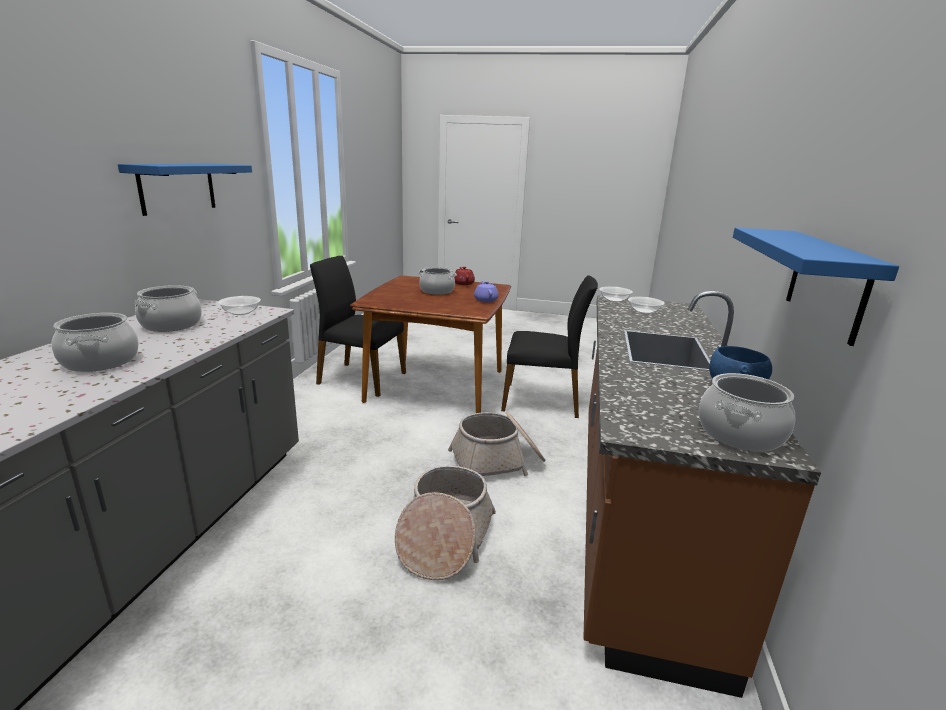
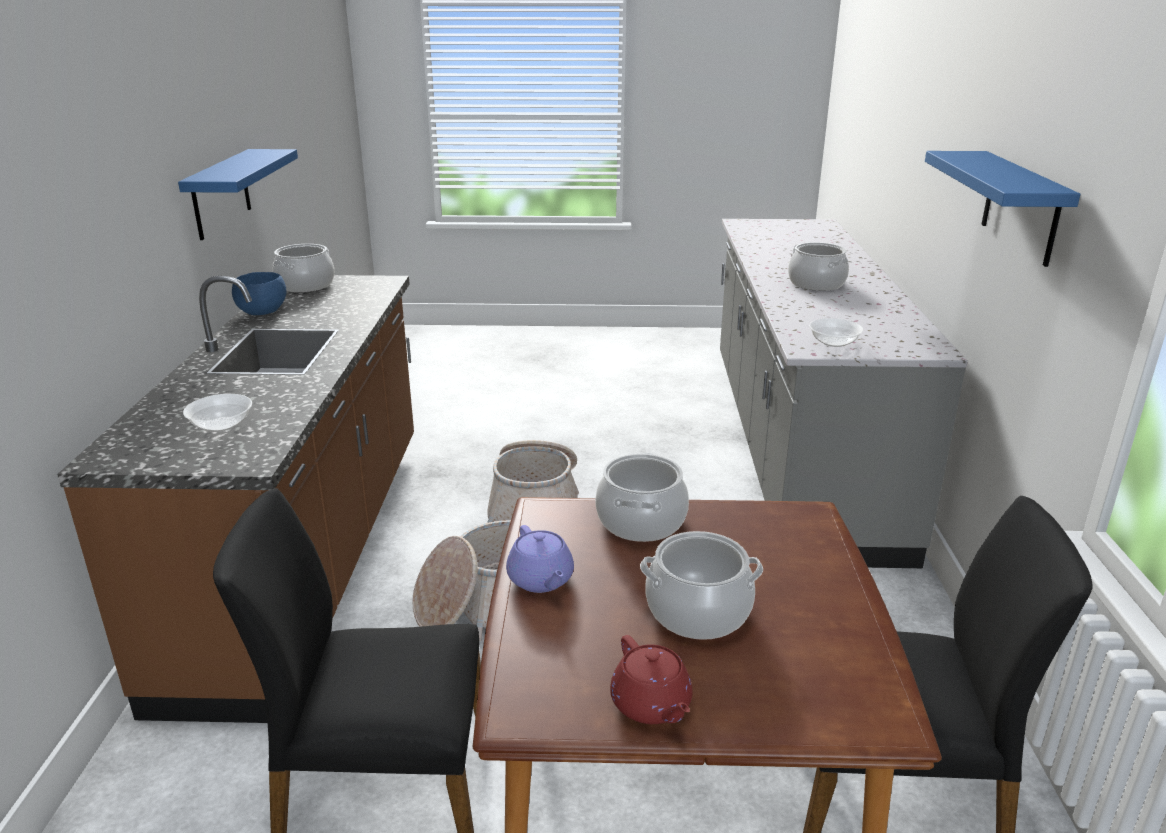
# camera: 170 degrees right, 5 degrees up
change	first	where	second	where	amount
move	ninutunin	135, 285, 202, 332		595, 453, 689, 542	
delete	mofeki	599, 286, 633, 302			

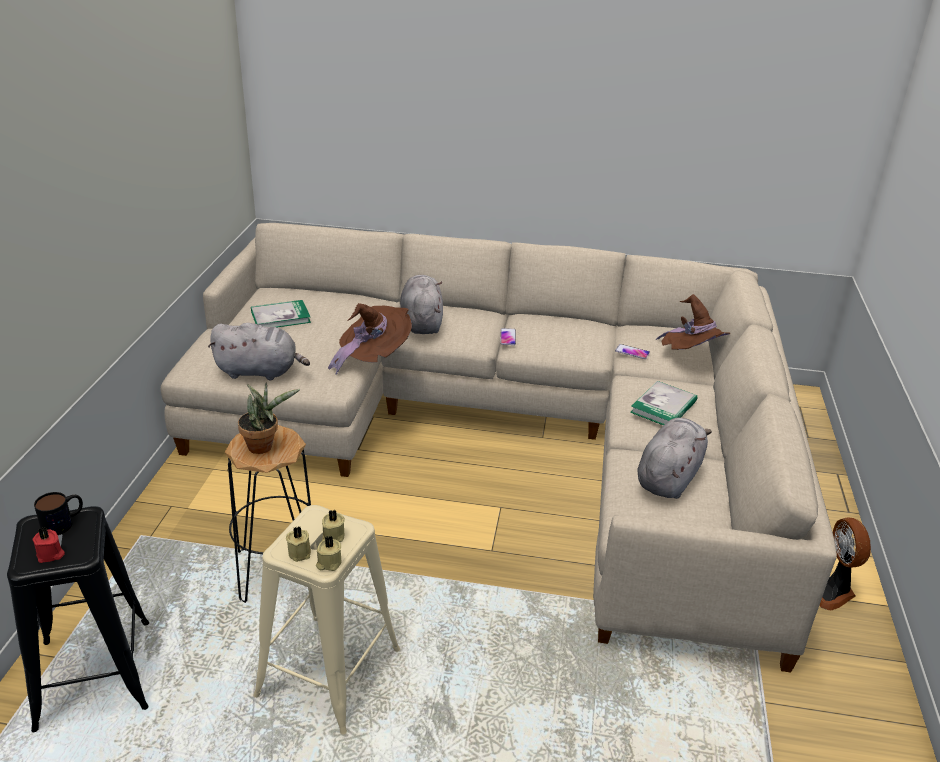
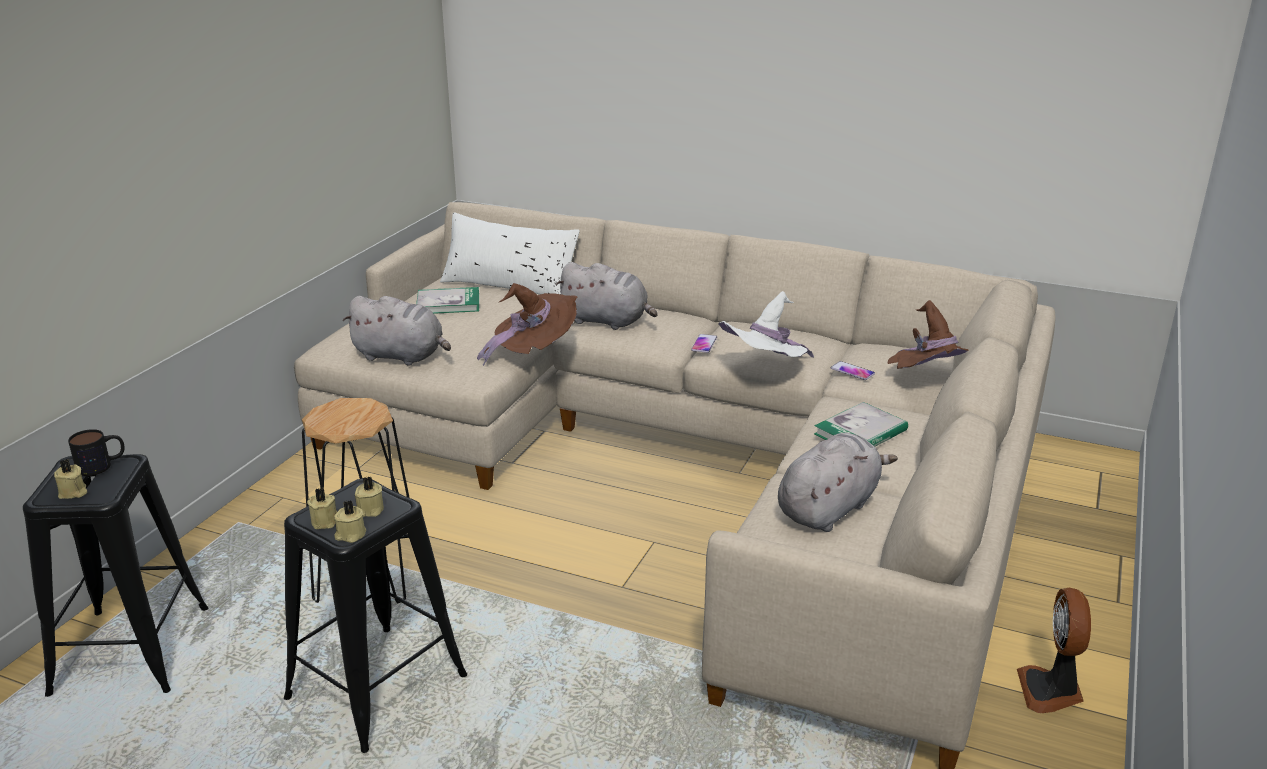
# camera: 15 degrees right, 5 degrees down
change	first	where	second	where	amount
rotate	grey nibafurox	400, 275, 443, 334		556, 262, 658, 330	105 degrees clockwise
delete	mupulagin	238, 382, 300, 454			
recolor	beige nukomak	253, 505, 400, 735	black nukomak	284, 478, 467, 753	
recolor	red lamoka	33, 527, 65, 563	beige lamoka	54, 459, 87, 499	
insert			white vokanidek	440, 212, 580, 294	
insert			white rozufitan	718, 291, 814, 358	

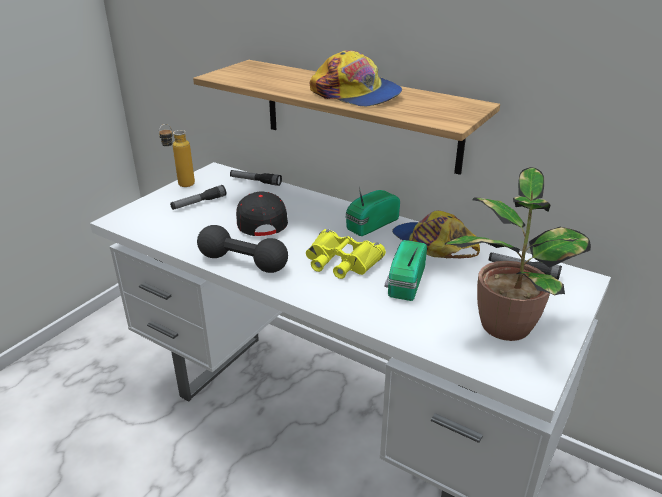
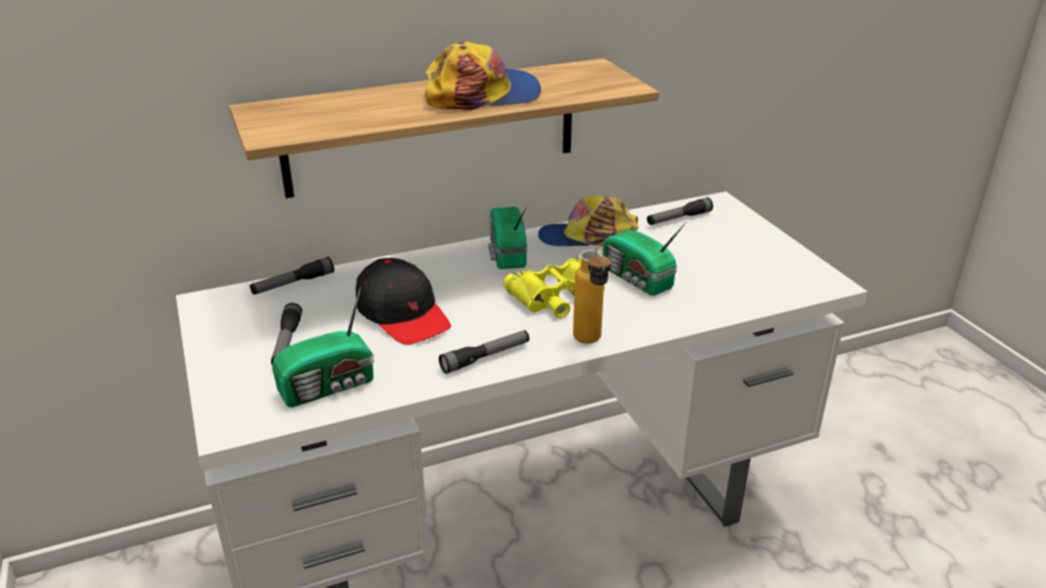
# camera: 55 degrees left, 0 degrees up
change	first	where	second	where	amount
move	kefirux	159, 124, 195, 187		573, 247, 611, 344	
delete	mupulagin	445, 167, 591, 341			
rotate	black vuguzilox	236, 191, 288, 236		356, 258, 451, 345	150 degrees counterclockwise
replace	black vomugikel	197, 225, 288, 273	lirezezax	439, 330, 529, 374	
insert			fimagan	272, 286, 374, 407	

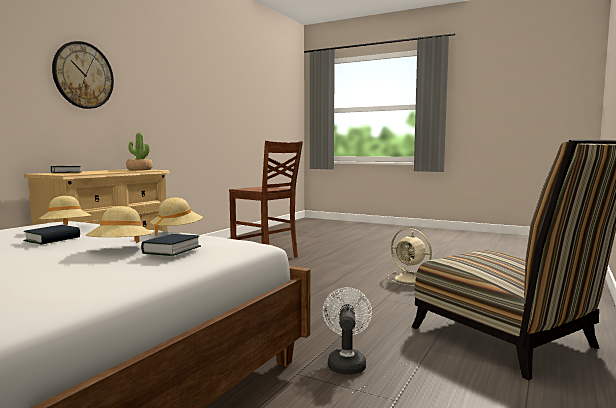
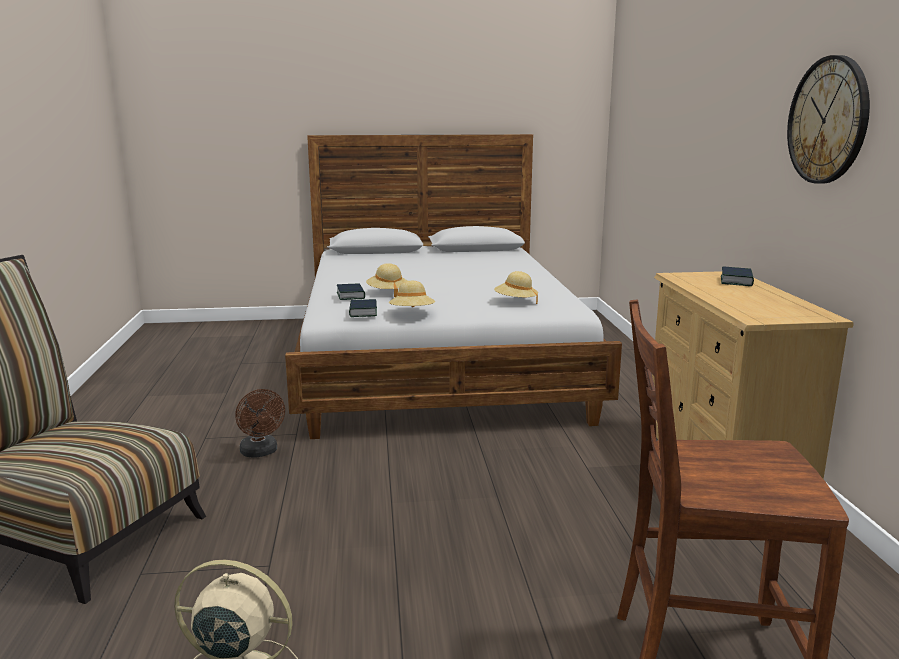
# camera: 145 degrees right, 10 degrees up
change	first	where	second	where	amount
delete	mupulagin	126, 133, 153, 170			
move	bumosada	23, 225, 80, 245		349, 299, 377, 317	
recolor	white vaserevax	323, 287, 372, 374	brown vaserevax	235, 389, 285, 458	

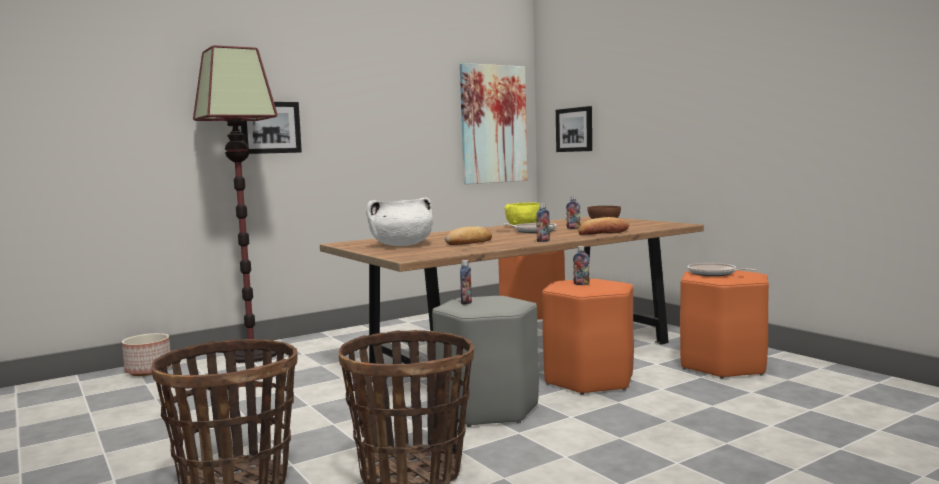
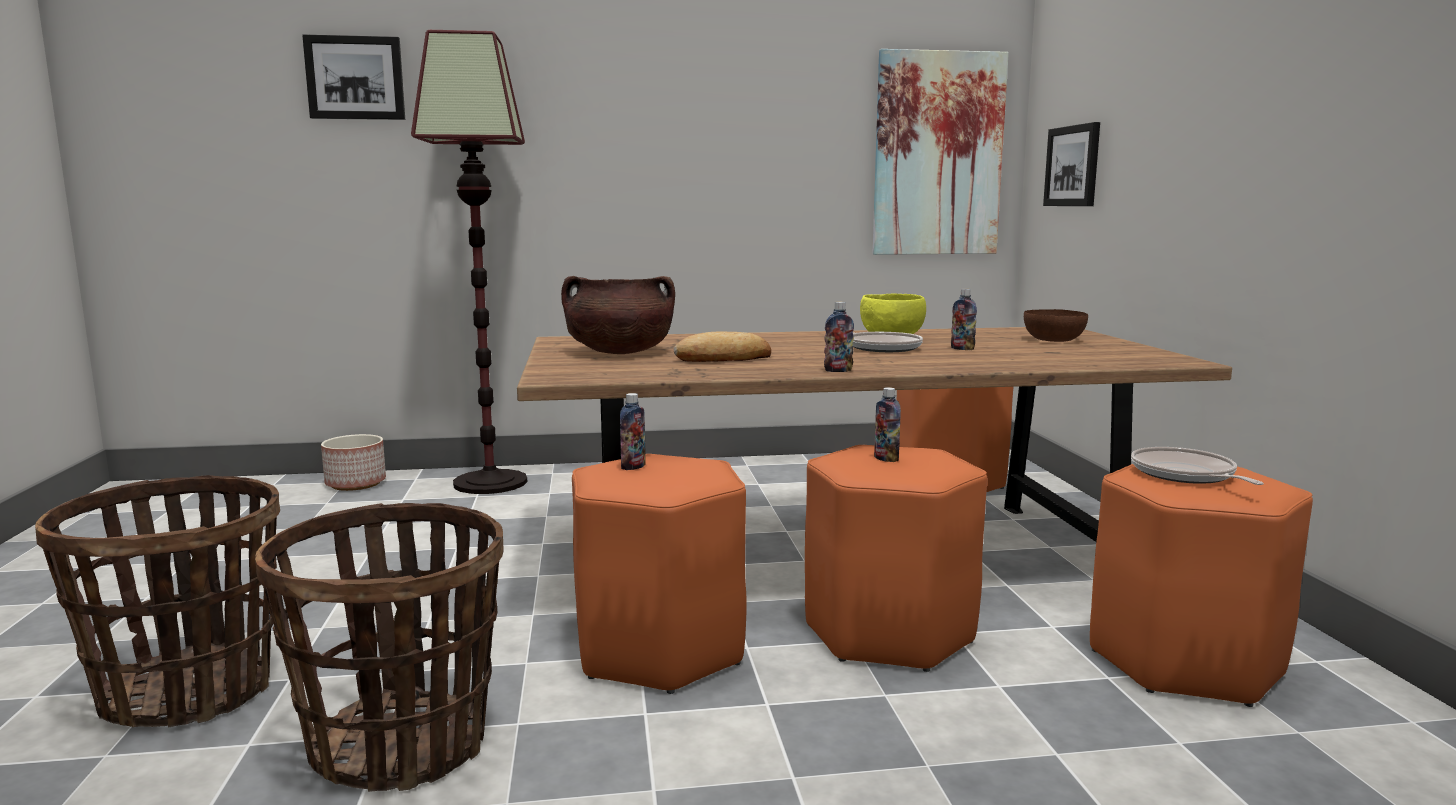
# camera: 25 degrees right, 5 degrees up
change	first	where	second	where	amount
move	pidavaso	241, 102, 302, 154		302, 34, 405, 120	
recolor	white ninutunin	366, 197, 433, 246	brown ninutunin	561, 276, 675, 354	
delete	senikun	578, 217, 629, 235			
recolor	grey nukomak	432, 296, 539, 427	orange nukomak	572, 454, 747, 694	

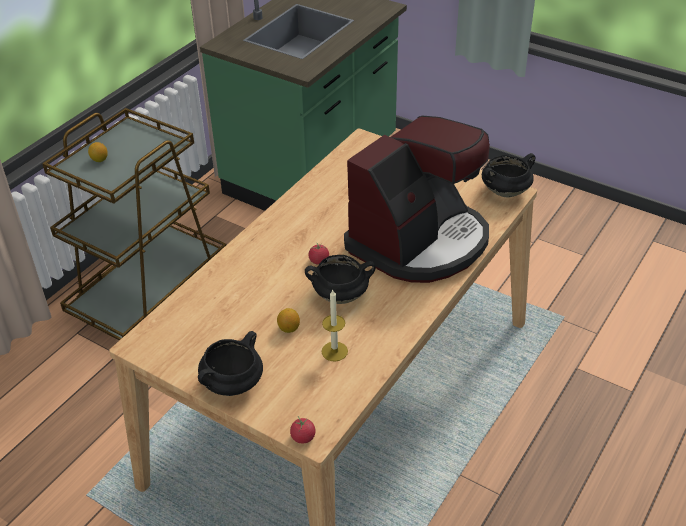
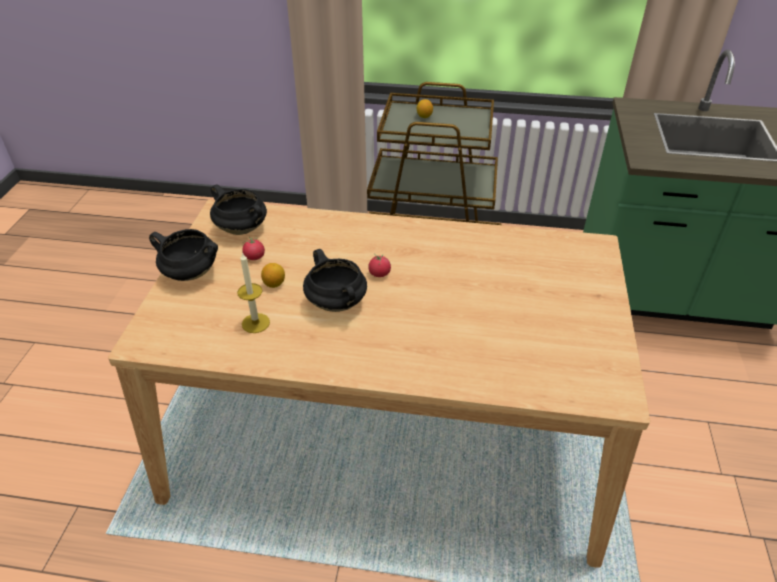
# camera: 65 degrees right, 0 degrees up
change	first	where	second	where	amount
delete	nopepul	344, 116, 490, 283			
move	black ninutunin	482, 153, 536, 197		210, 185, 267, 235	
move	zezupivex	290, 416, 316, 443		242, 236, 265, 260	

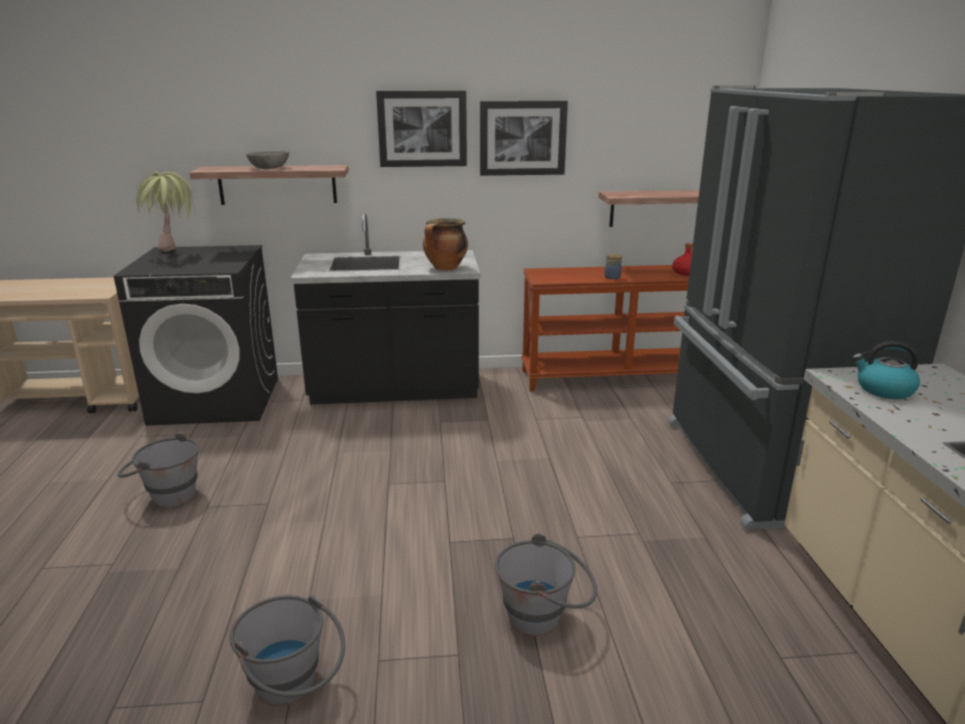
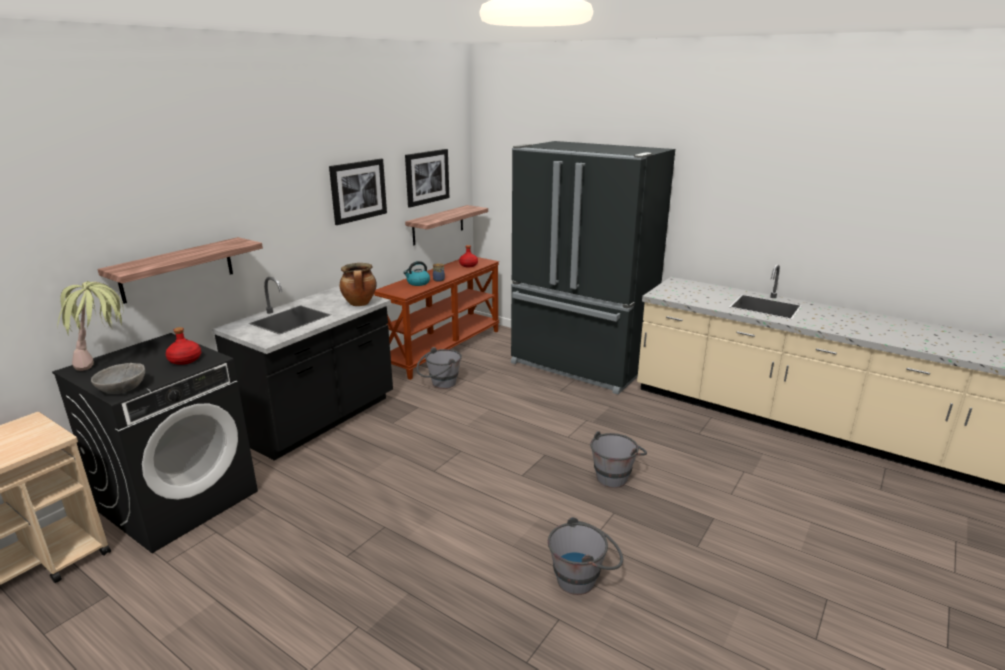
# camera: 50 degrees left, 0 degrees up
change	first	where	second	where	amount
move	pidavaso	376, 91, 467, 167		405, 149, 449, 207	
move	grey mofeki	246, 151, 289, 169		91, 363, 145, 394	
move	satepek	852, 341, 920, 399		403, 261, 430, 286	
move	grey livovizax	117, 431, 199, 507		416, 347, 462, 389	
insert			red kefirux	166, 327, 201, 365	

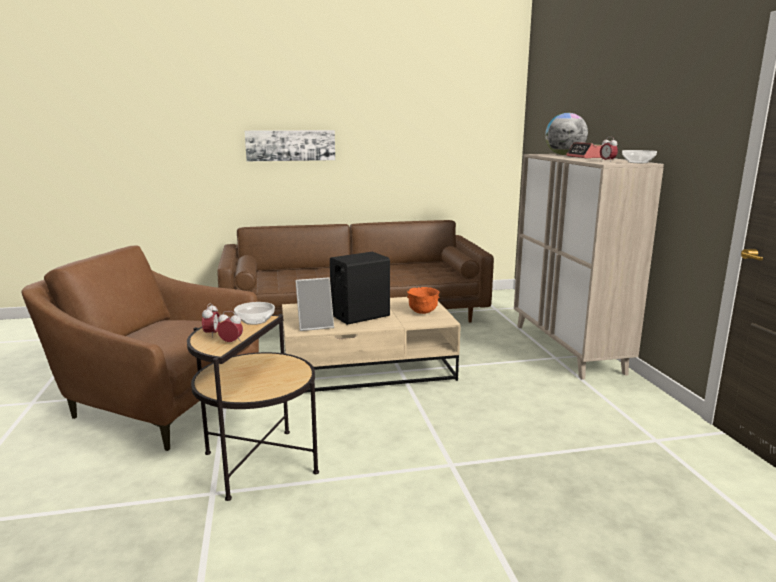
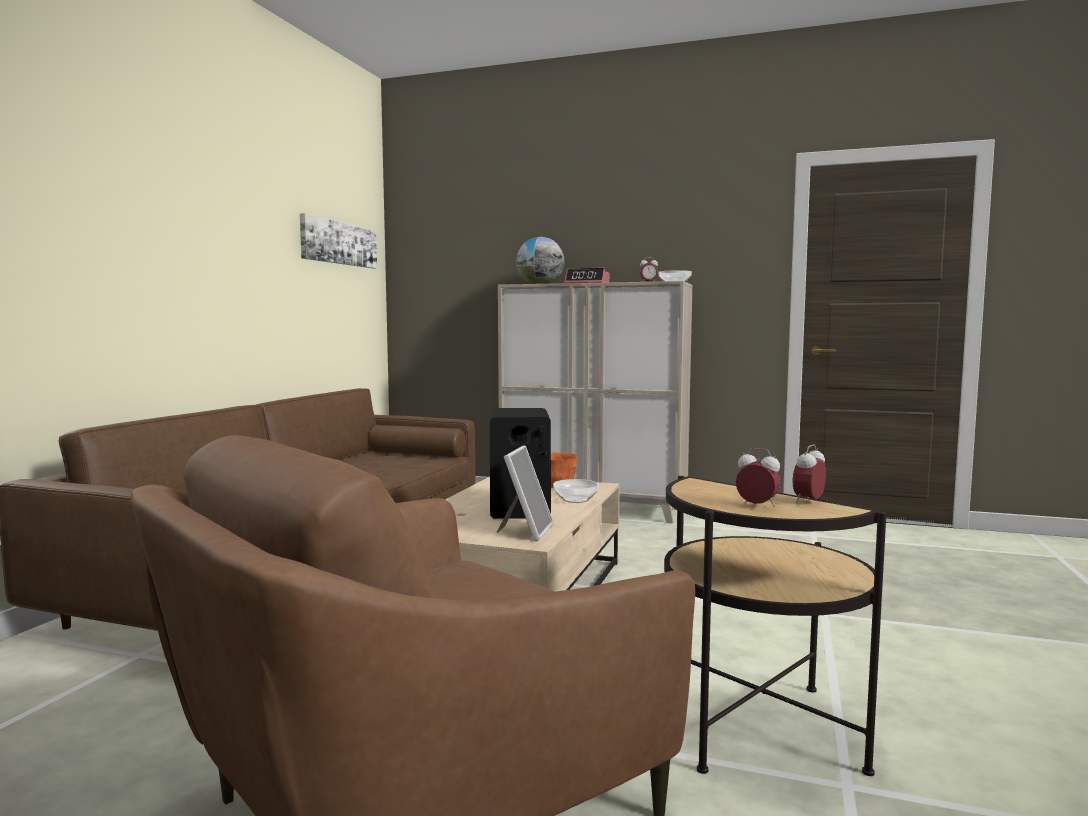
# camera: 60 degrees left, 10 degrees down
change	first	where	second	where	amount
move	pidavaso	245, 130, 335, 161		300, 213, 377, 268	
move	mofeki	234, 302, 275, 325		553, 479, 599, 503	

